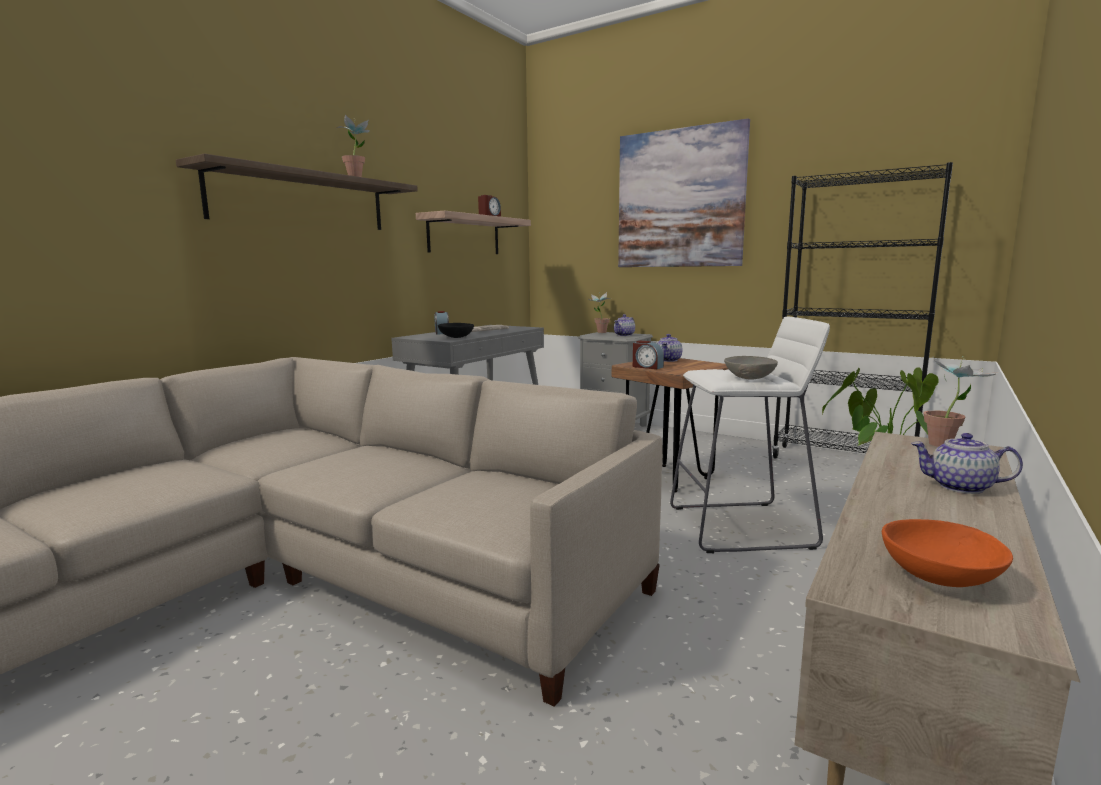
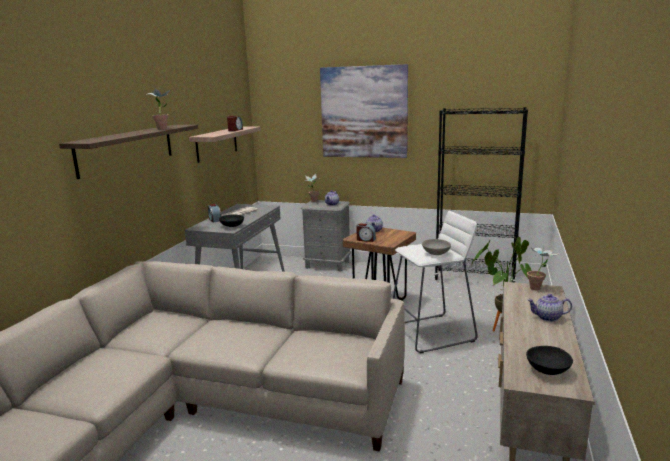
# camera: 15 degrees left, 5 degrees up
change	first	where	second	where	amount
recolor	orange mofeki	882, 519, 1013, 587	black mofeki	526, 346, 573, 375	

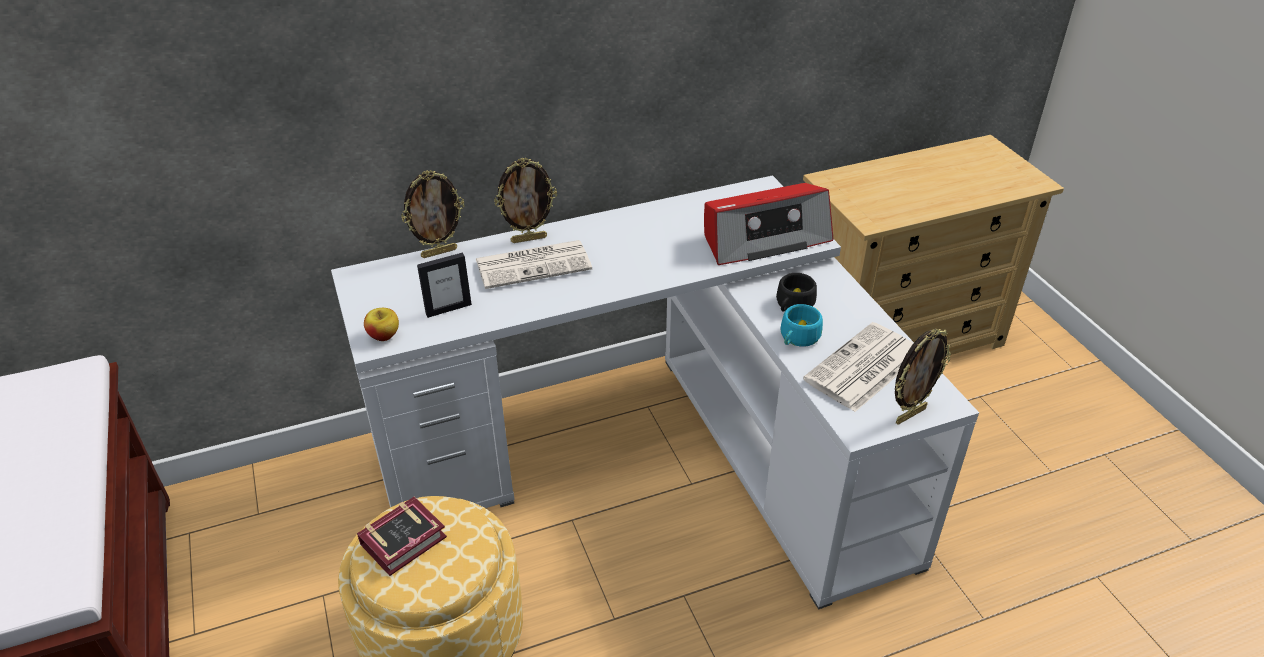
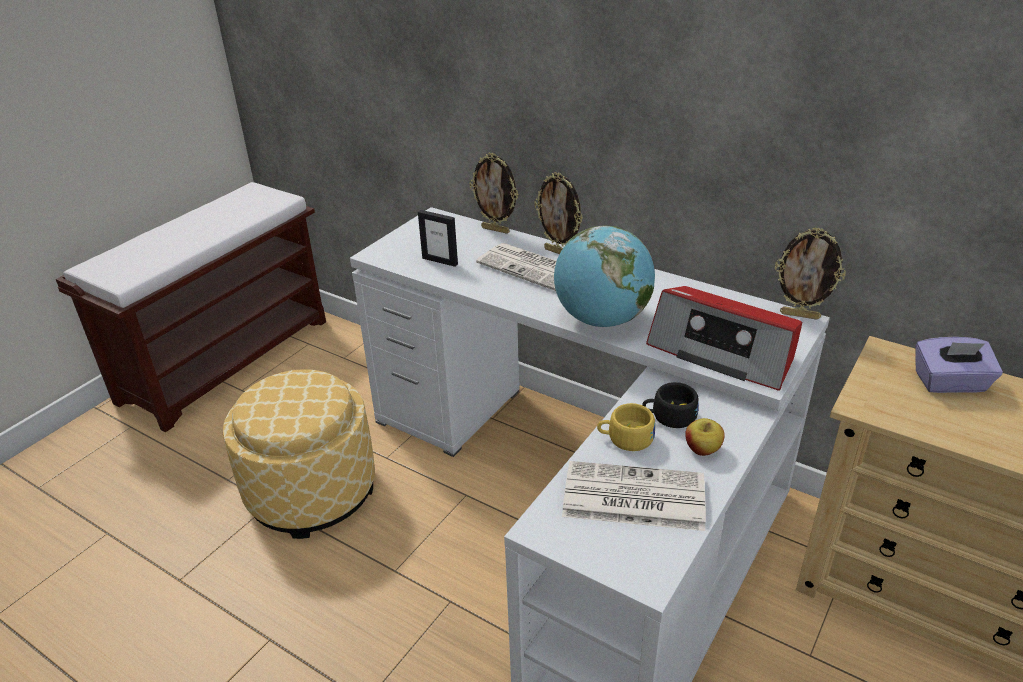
# camera: 55 degrees right, 5 degrees down
change	first	where	second	where	amount
recolor	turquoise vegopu	780, 304, 823, 346	yellow vegopu	597, 403, 655, 451	
move	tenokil	364, 308, 399, 341		685, 418, 725, 456	
move	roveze	895, 329, 951, 425		775, 227, 846, 320	
delete	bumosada	357, 497, 447, 576			
insert			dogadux	554, 226, 655, 327	
insert			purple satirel	915, 337, 1003, 393	

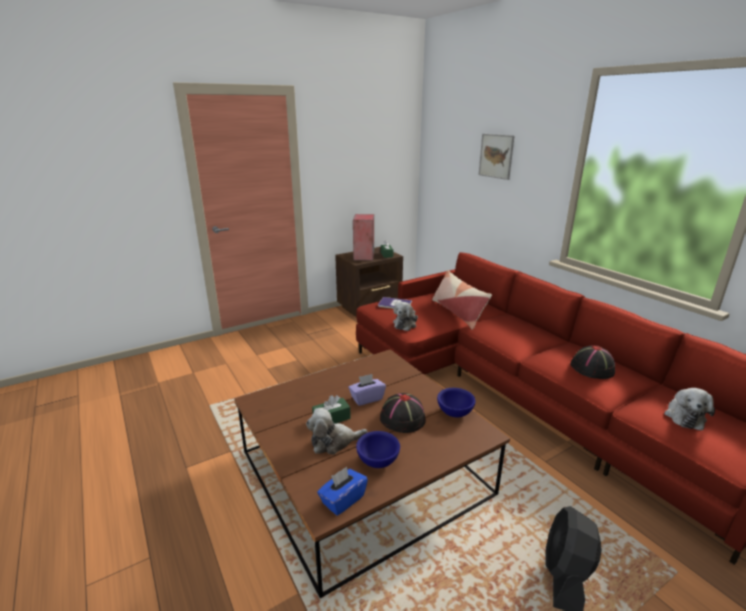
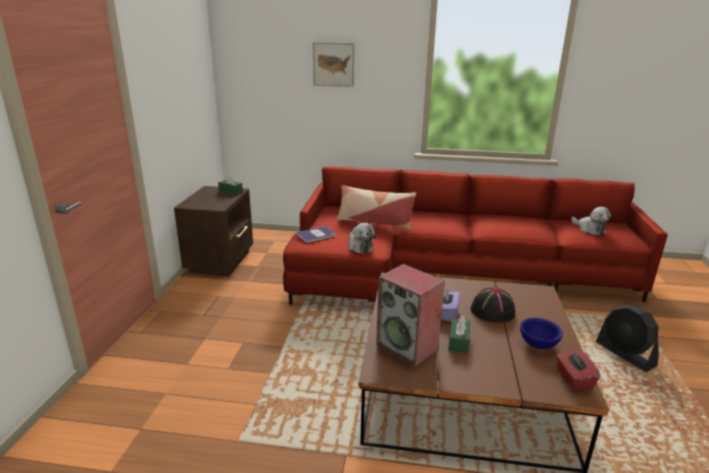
# camera: 50 degrees left, 0 degrees up
change	first	where	second	where	amount
move	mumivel	353, 214, 374, 261		376, 264, 445, 367	
delete	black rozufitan	570, 346, 615, 379			
delete	blue mofeki	437, 388, 476, 417			
delete	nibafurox	306, 408, 367, 454			
recolor	blue satirel	317, 467, 368, 516	red satirel	556, 349, 600, 390	

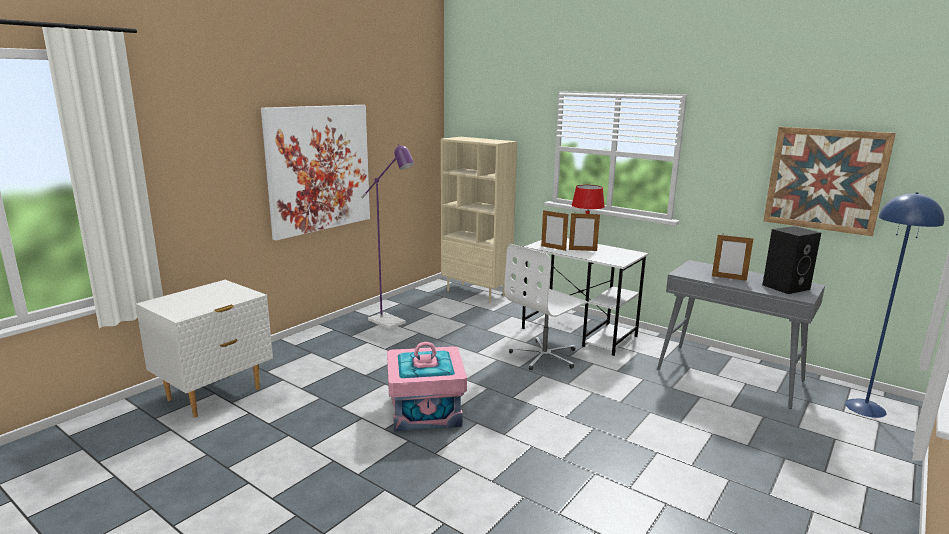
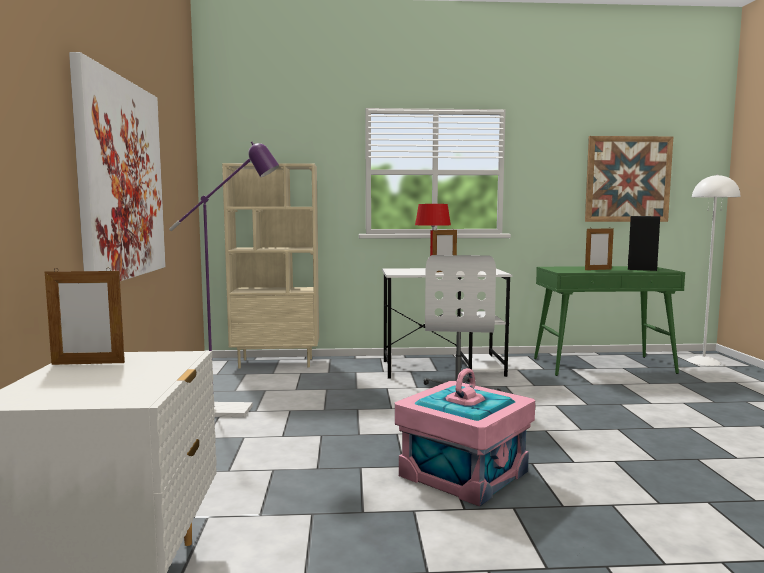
# camera: 40 degrees left, 10 degrees down
change	first	where	second	where	amount
recolor	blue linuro	845, 192, 944, 418	white linuro	687, 174, 740, 366	
move	roveze	541, 210, 568, 251		45, 268, 125, 365	
recolor	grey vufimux	657, 260, 825, 409	green vufimux	534, 266, 685, 376	

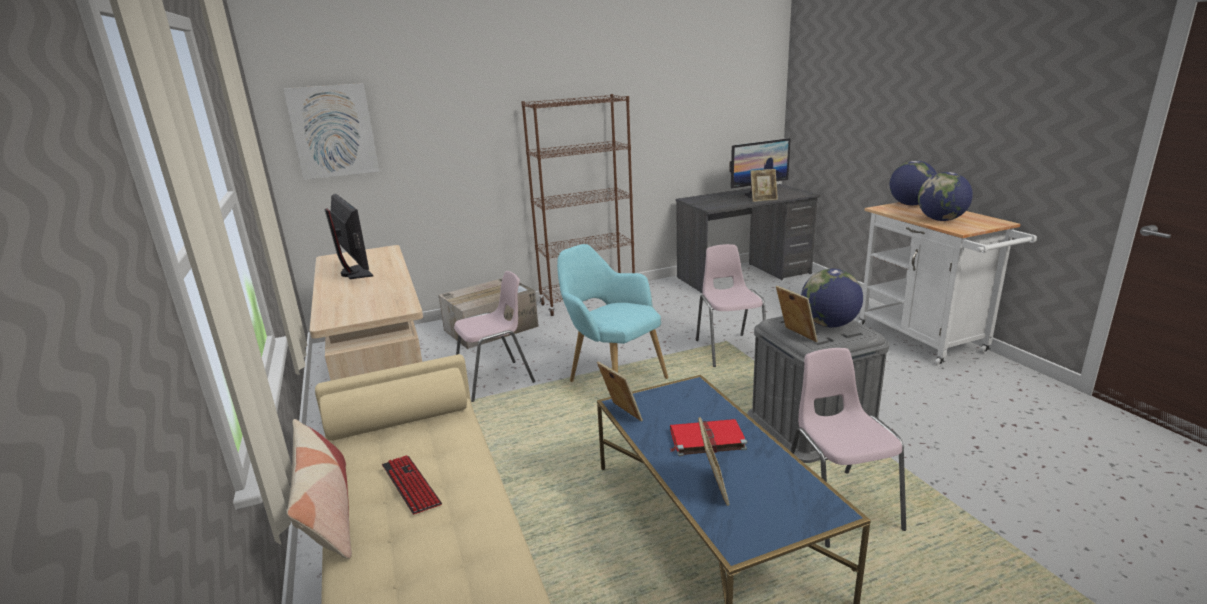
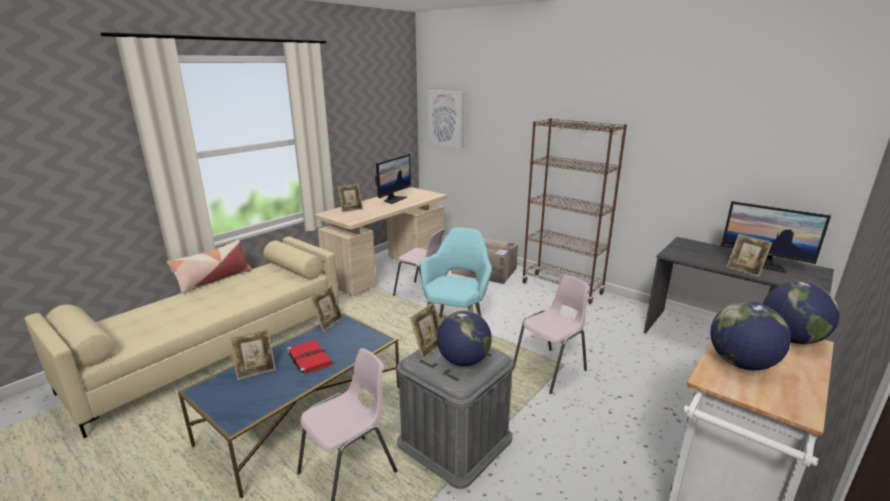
# camera: 60 degrees right, 0 degrees up
change	first	where	second	where	amount
delete	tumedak	382, 455, 442, 515			
insert			roveze	338, 184, 363, 212	

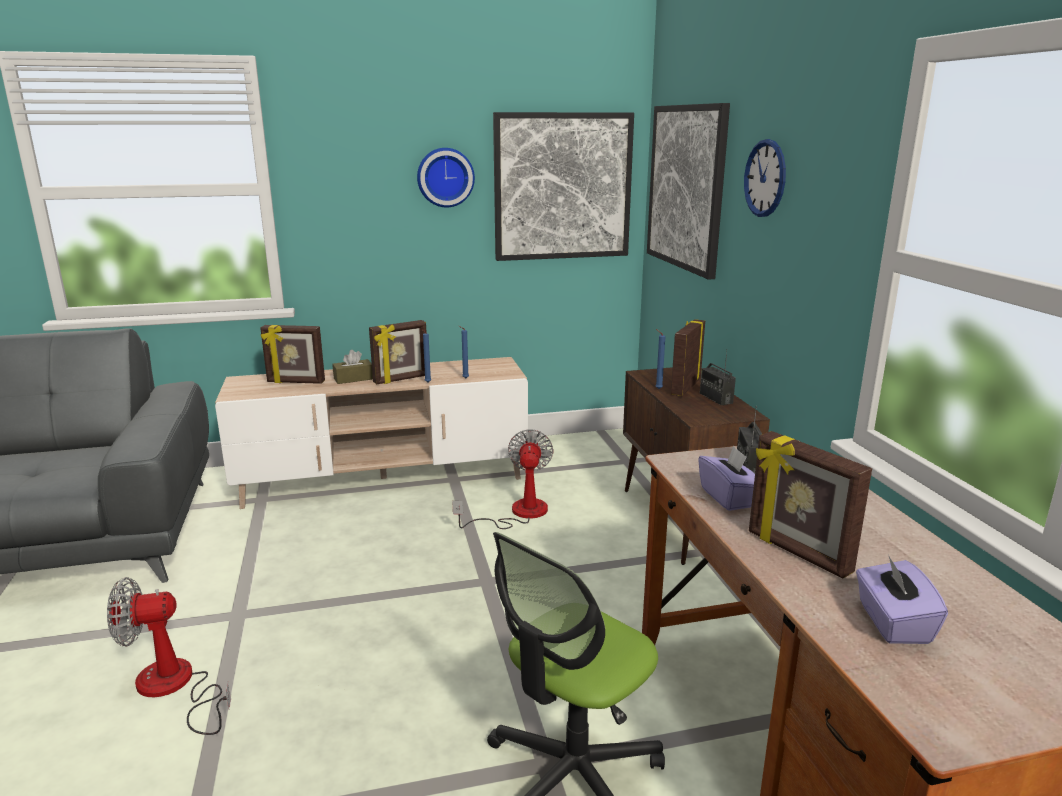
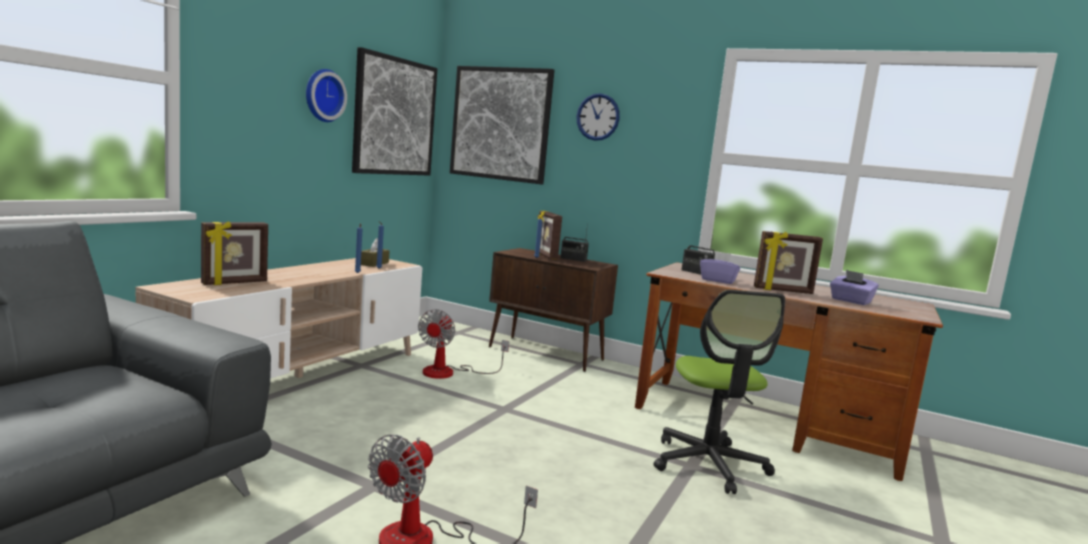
# camera: 50 degrees left, 10 degrees down
change	first	where	second	where	amount
delete	roveze	369, 320, 426, 384			
move	brown satirel	332, 350, 373, 384		361, 238, 390, 267	
rotate	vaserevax	452, 429, 553, 529		418, 309, 509, 379	120 degrees counterclockwise

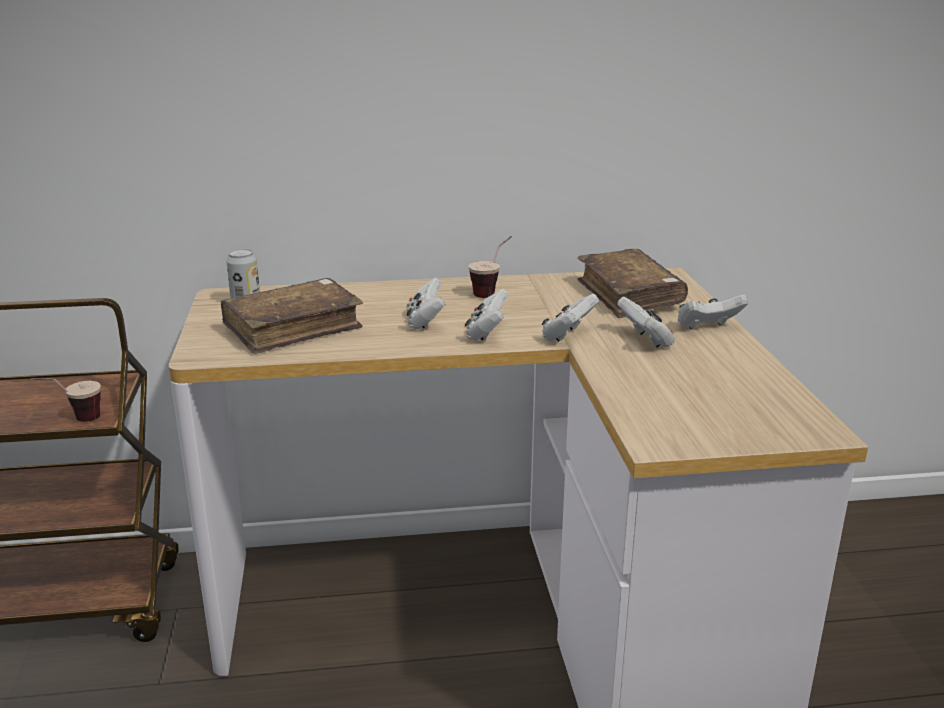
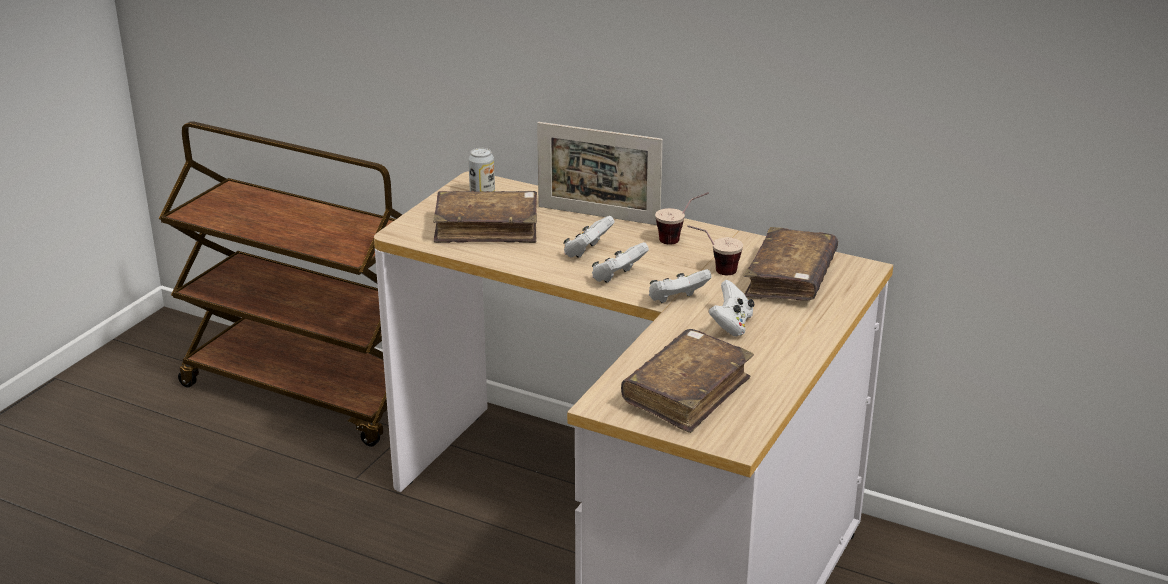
# camera: 35 degrees right, 5 degrees up
change	first	where	second	where	amount
delete	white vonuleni	677, 295, 748, 329			
move	vegopu	31, 378, 101, 422		687, 225, 743, 275	
insert			roveze	537, 122, 663, 225	
insert			brown bumosada	621, 329, 754, 433	

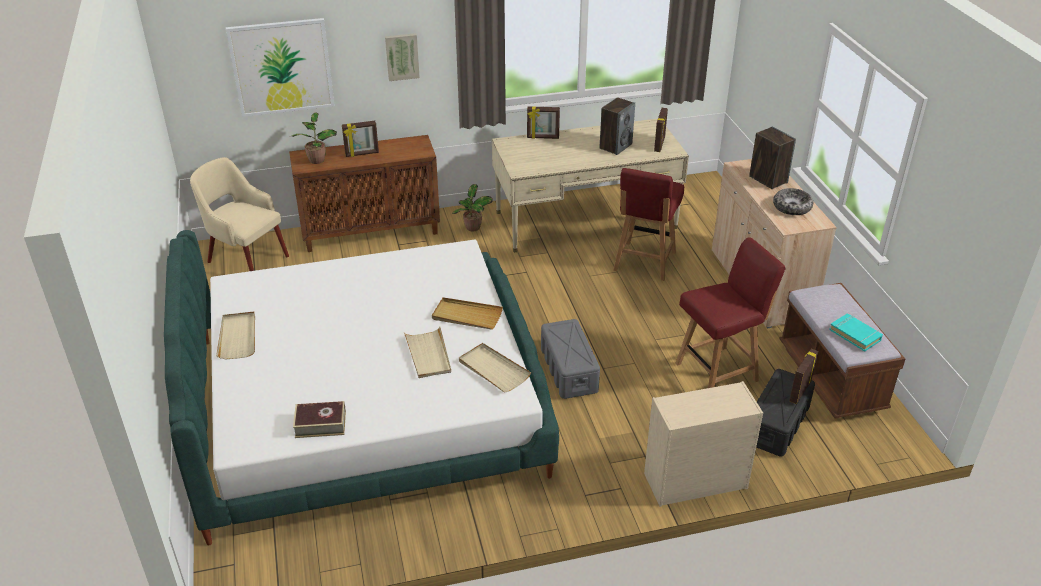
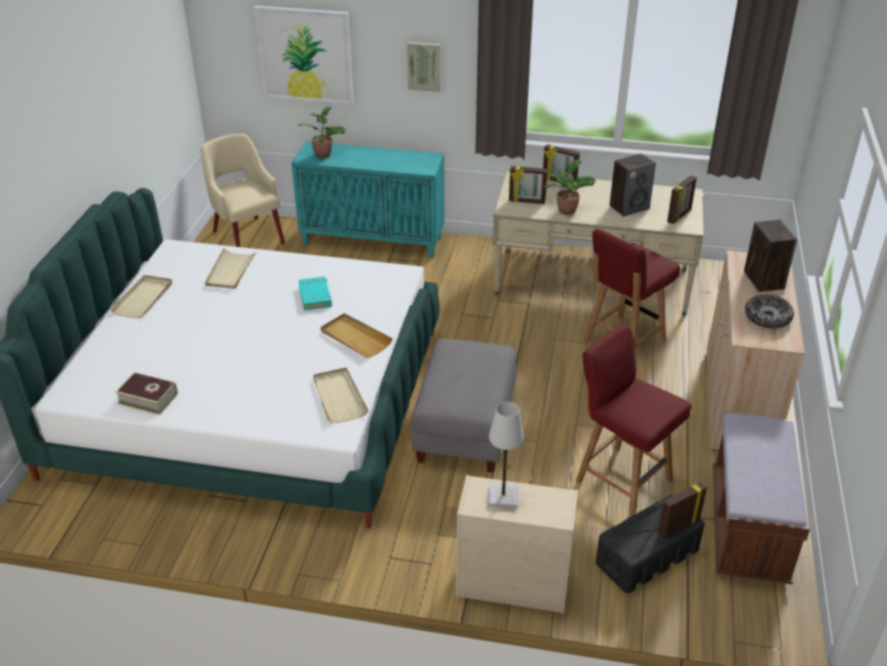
# camera: 25 degrees right, 0 degrees up
change	first	where	second	where	amount
move	roveze	342, 121, 379, 157		509, 166, 548, 204	
recolor	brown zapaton	289, 135, 440, 252	turquoise zapaton	292, 141, 444, 258	
move	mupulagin	452, 184, 493, 232		544, 159, 595, 215	
rotate	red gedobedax	675, 237, 786, 388		576, 324, 691, 516	135 degrees counterclockwise
move	turquoise bumosada	829, 313, 883, 352		298, 276, 332, 310	
replace	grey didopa	541, 319, 600, 399	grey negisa	412, 339, 516, 473	
move	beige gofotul	404, 327, 451, 378		205, 248, 256, 289	
insert			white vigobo	488, 402, 524, 508	

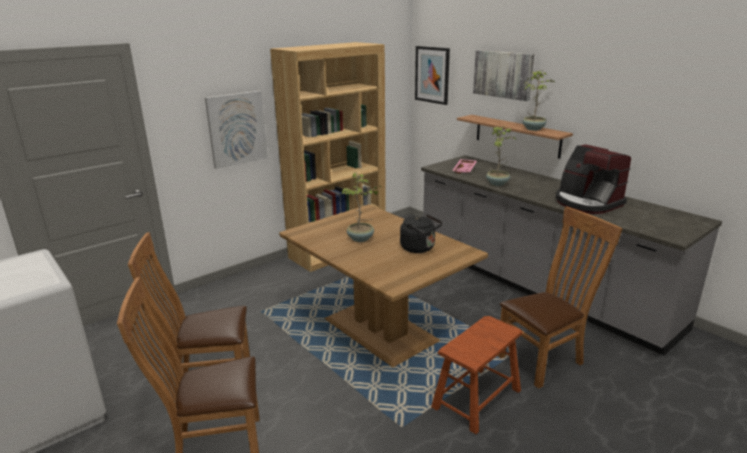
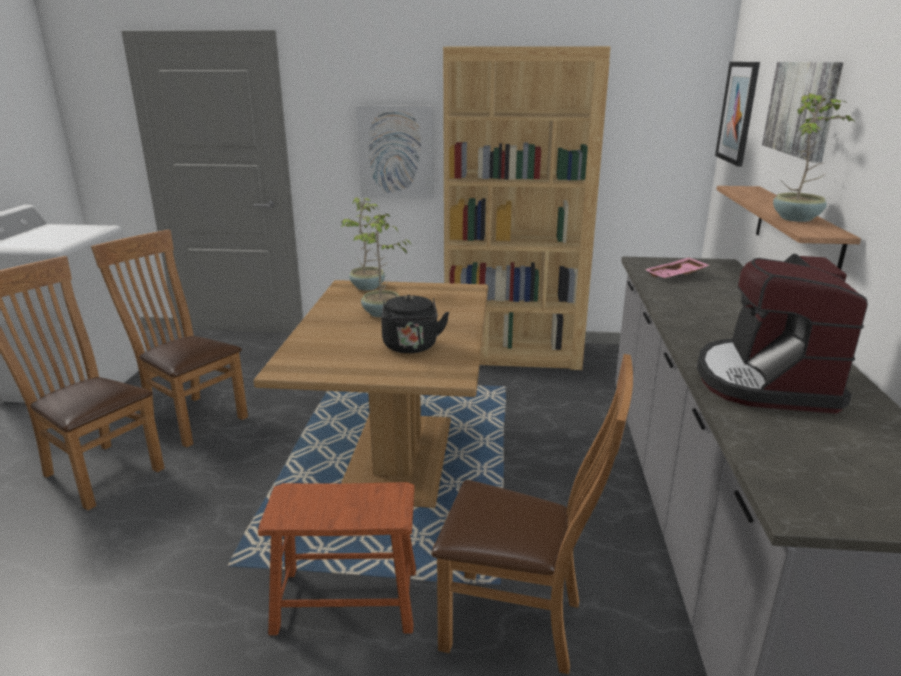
# camera: 45 degrees right, 0 degrees up
change	first	where	second	where	amount
move	mupulagin	486, 126, 516, 186		341, 197, 390, 290	

